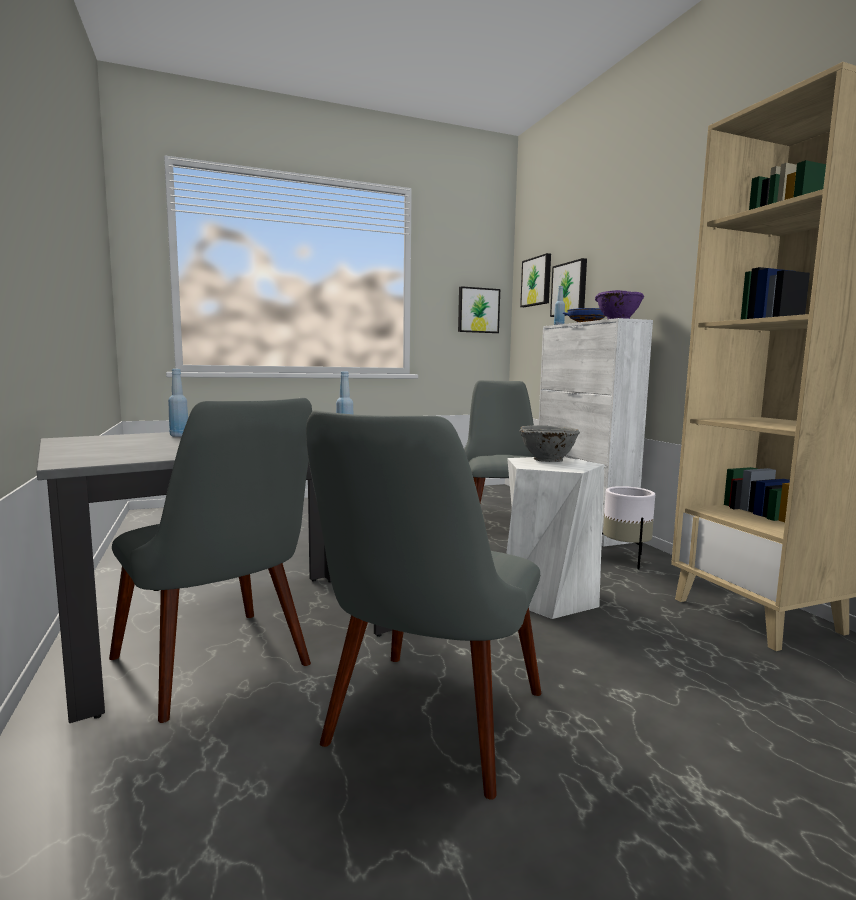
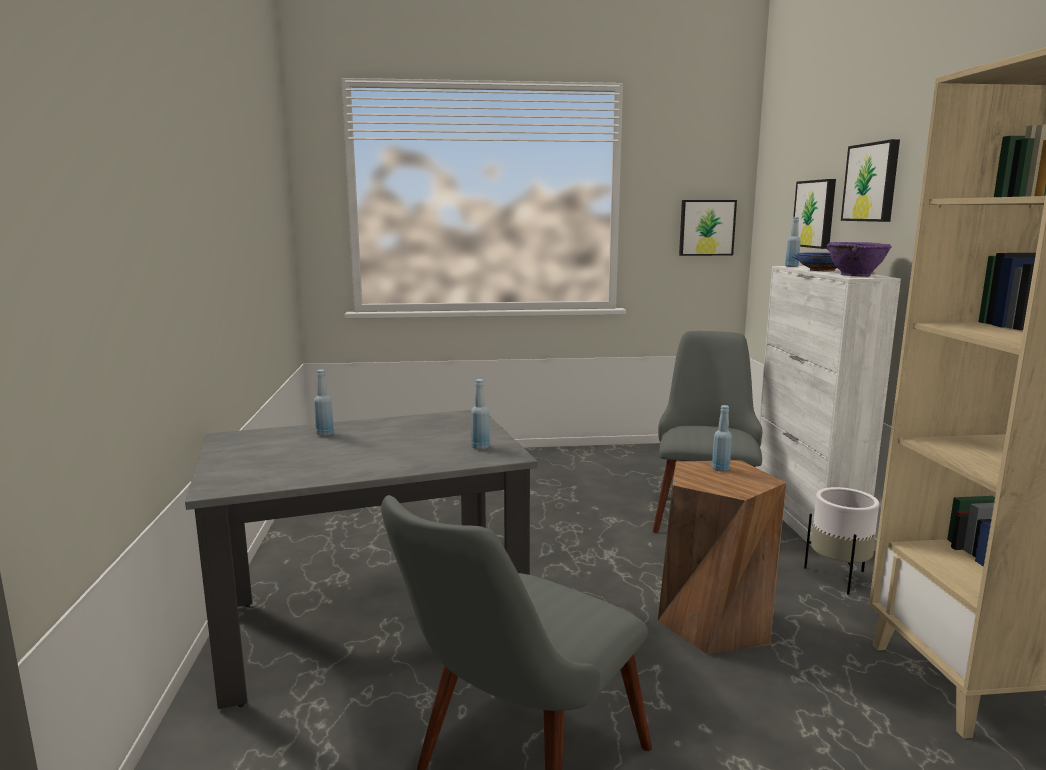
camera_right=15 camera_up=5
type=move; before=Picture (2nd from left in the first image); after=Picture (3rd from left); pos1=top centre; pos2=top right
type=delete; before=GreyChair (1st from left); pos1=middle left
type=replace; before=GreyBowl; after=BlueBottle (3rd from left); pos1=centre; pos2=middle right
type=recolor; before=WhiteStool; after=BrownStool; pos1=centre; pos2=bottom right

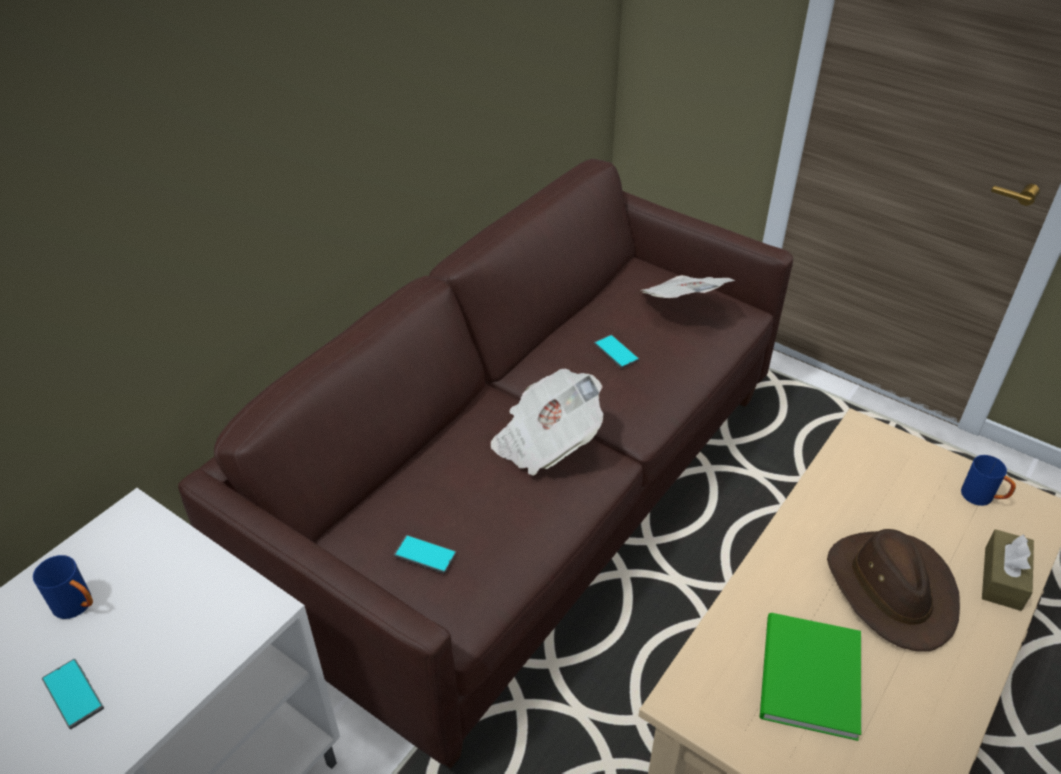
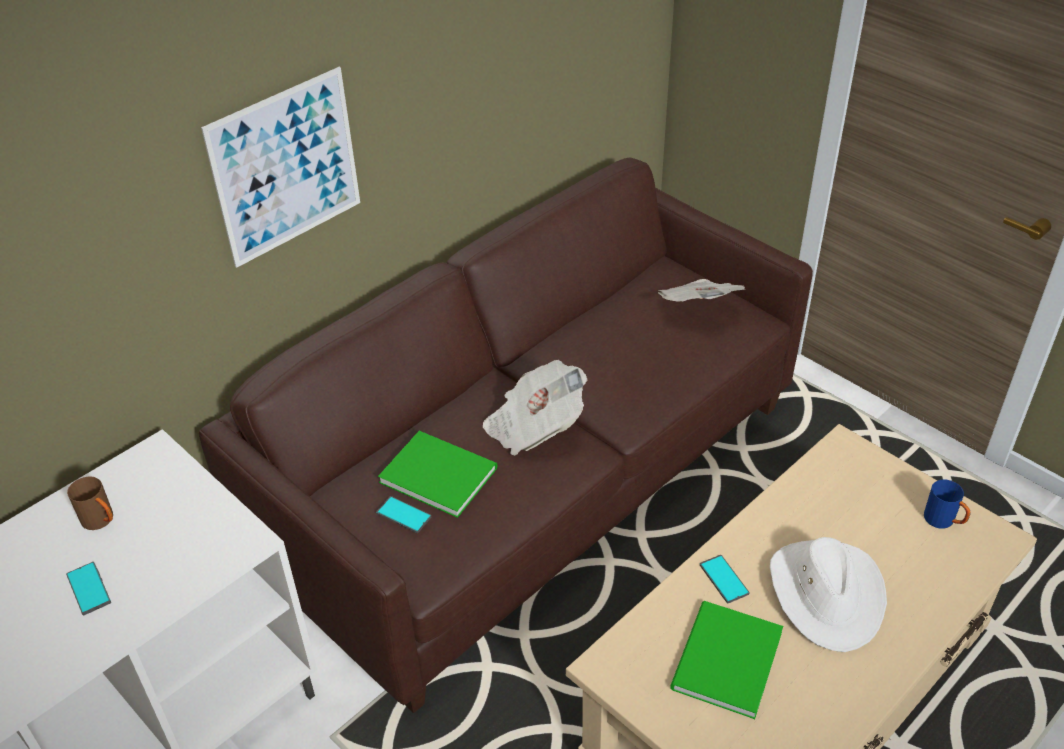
camera_right=10 camera_up=0
type=move; before=Phone (3rd from left); pos1=centre; pos2=bottom right
type=recolor; before=BrownHat; after=WhiteHat; pos1=bottom right; pos2=bottom right
type=delete; before=BrownTissueBox; pos1=bottom right
type=recolor; before=BlueMug (1st from left); after=BrownMug; pos1=bottom left; pos2=bottom left
type=insert; after=Picture; pos2=top left
type=insert; after=GreenBook (1st from left); pos2=centre

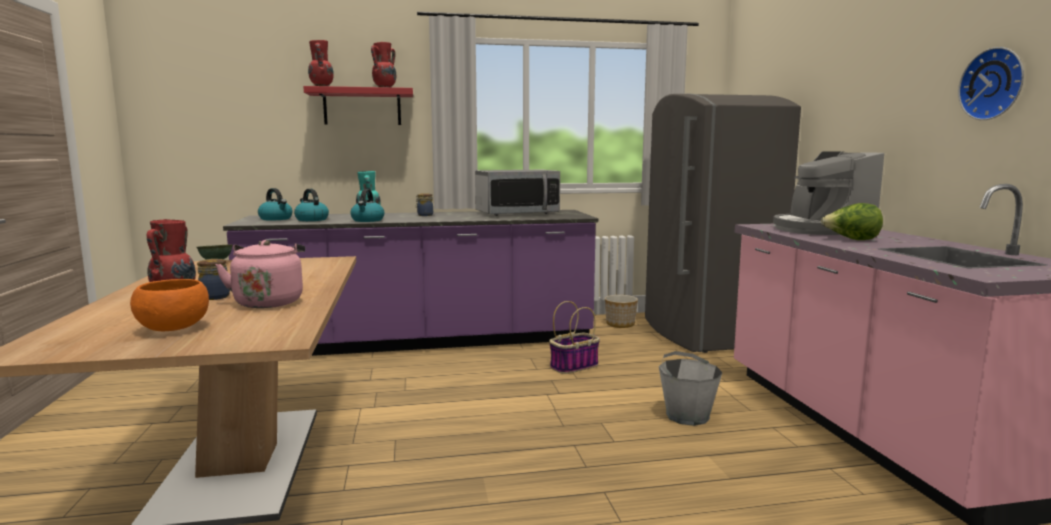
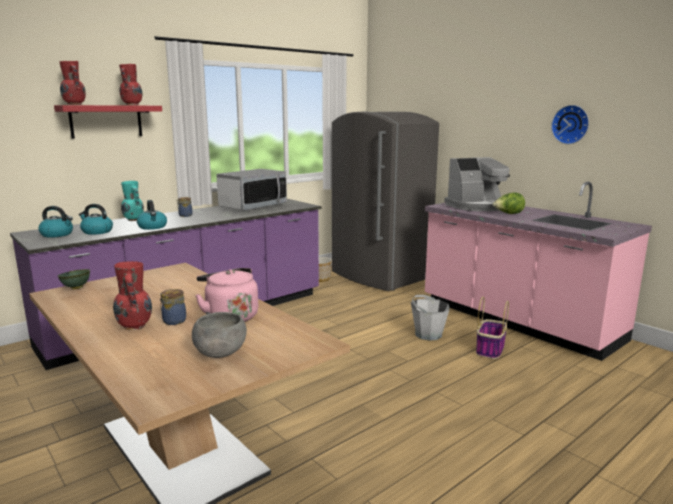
camera_right=-30 camera_up=5
type=rotate; before=CoffeeMachine; pos1=middle right; pos2=middle right; turn=-75
type=recolor; before=OrangeBowl; after=GreyBowl; pos1=middle left; pos2=middle left
type=move; before=Basket; pos1=centre; pos2=middle right

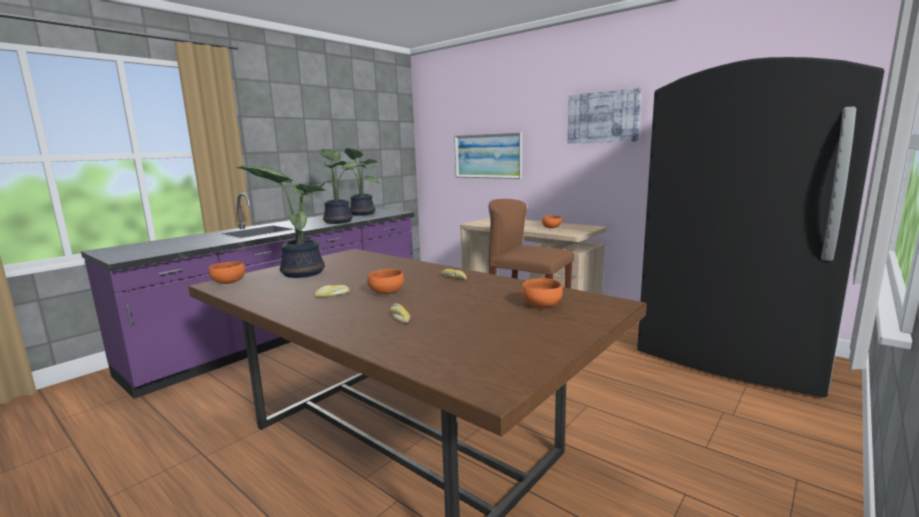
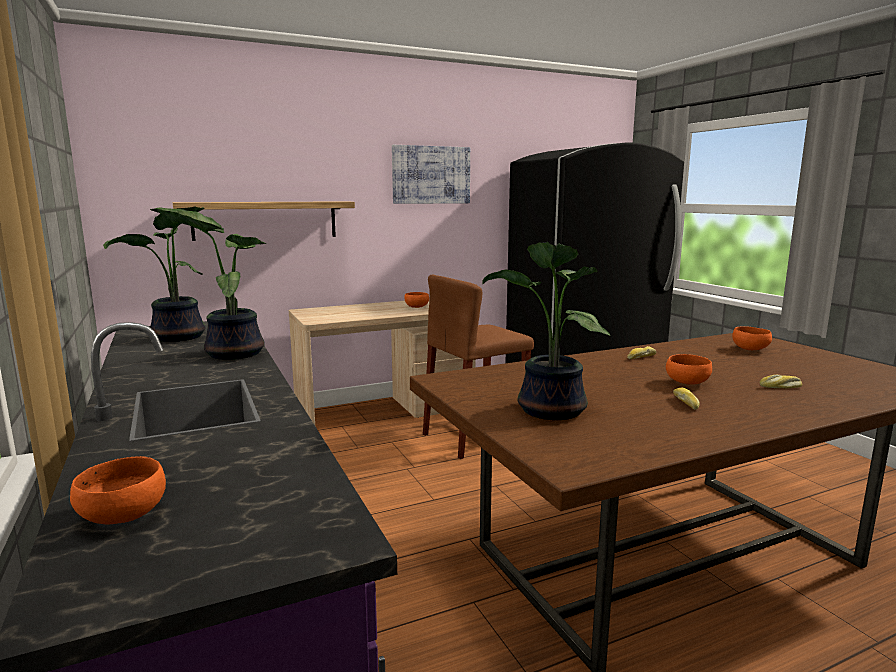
camera_right=-65 camera_up=0
type=replace; before=Picture (1st from left); after=Shelf; pos1=top centre; pos2=top left
type=move; before=OrangeBowl (1st from left); pos1=middle left; pos2=bottom left

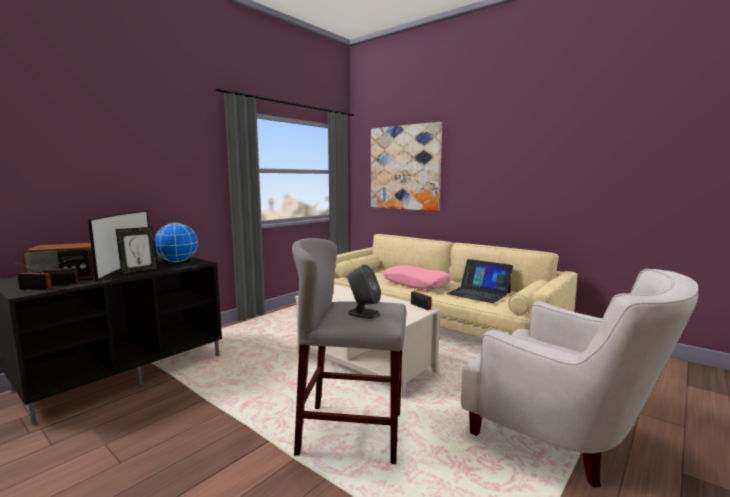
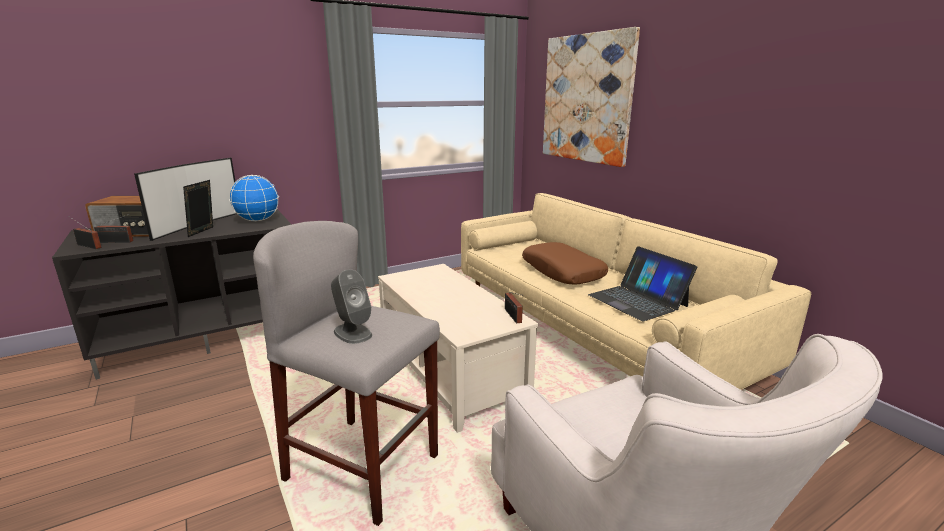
camera_right=20 camera_up=10
type=rotate; before=PictureFrame; pos1=middle left; pos2=middle left; turn=120
type=recolor; before=PinkPillow; after=BrownPillow; pos1=centre; pos2=centre

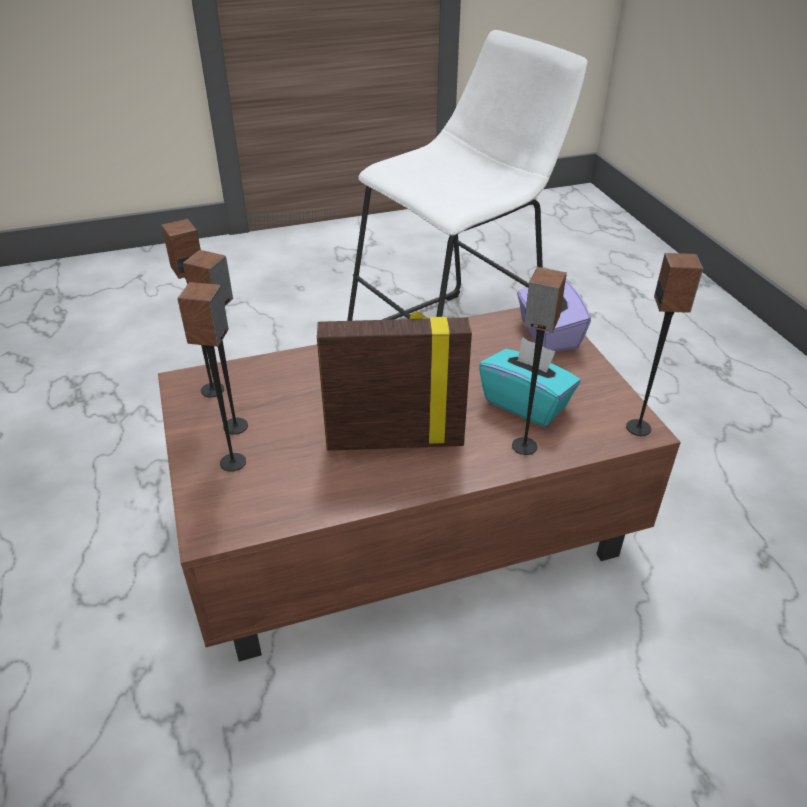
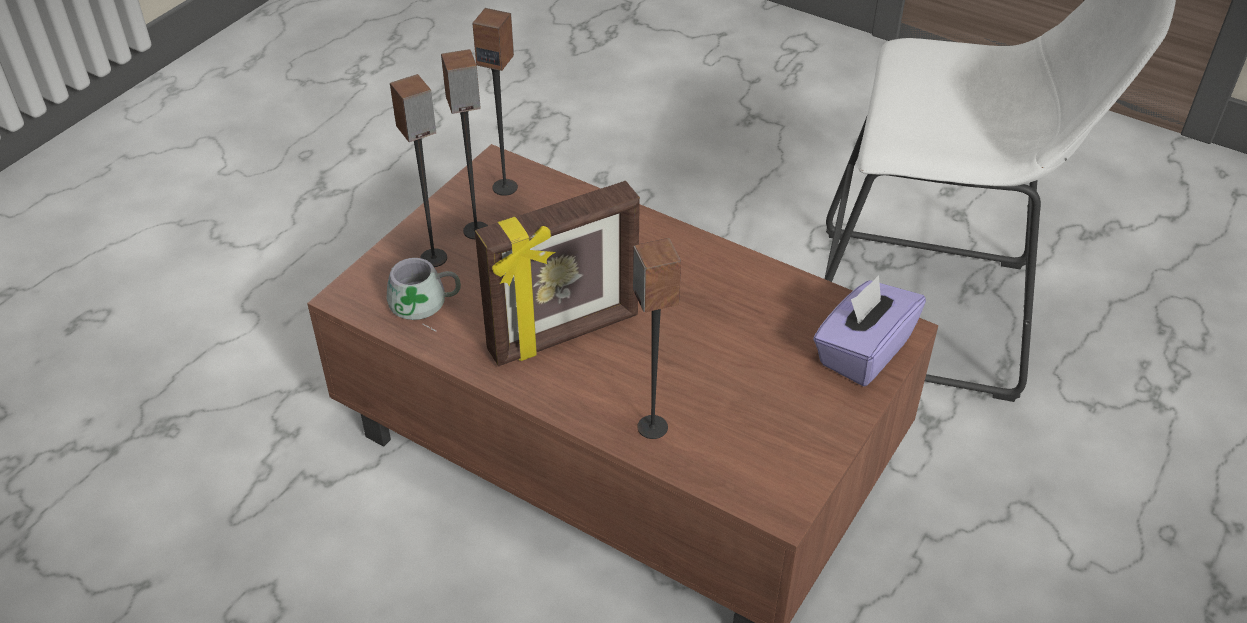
camera_right=50 camera_up=5
type=delete; before=Speaker (5th from left); pos1=middle right
type=rotate; before=PictureFrame; pos1=centre; pos2=centre; turn=105
type=delete; before=TurquoiseTissueBox; pos1=centre
type=insert; after=GreyMug; pos2=centre

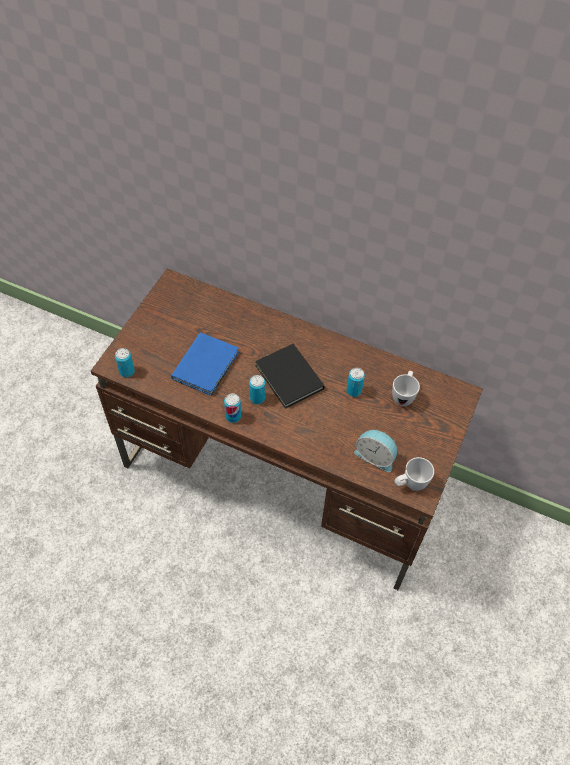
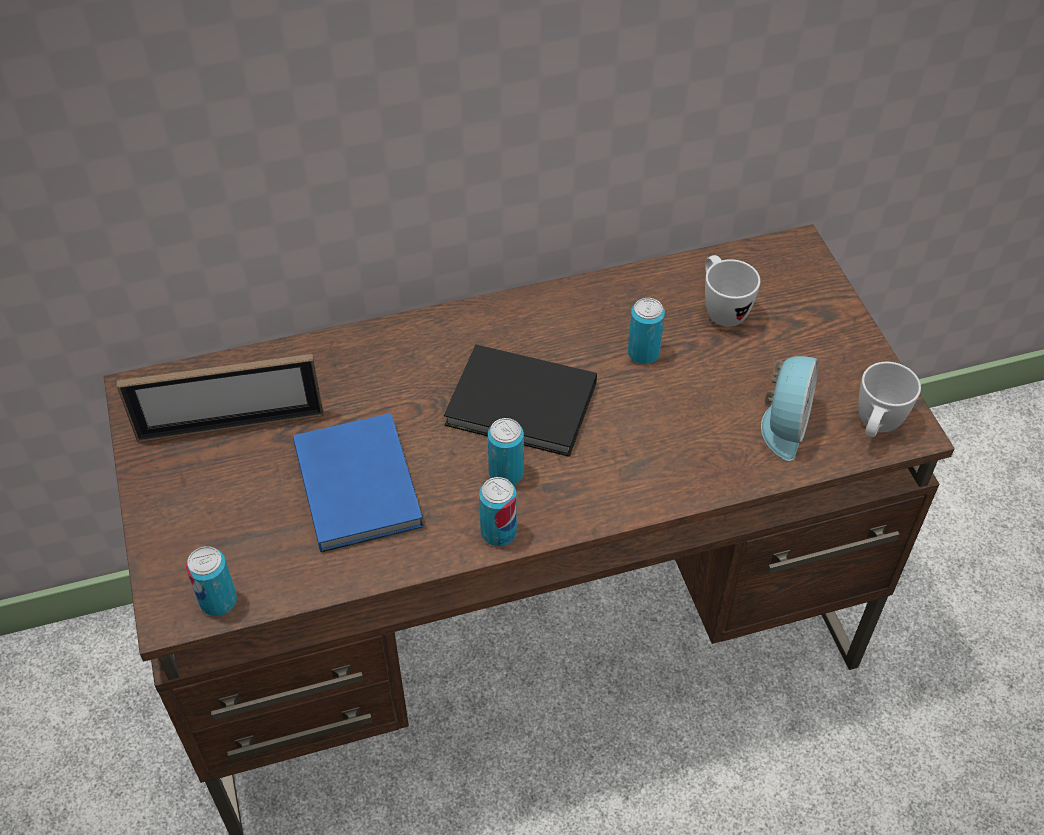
camera_right=-40 camera_up=-5
type=rotate; before=AlarmClock; pos1=centre; pos2=middle right; turn=-60
type=insert; after=PictureFrame; pos2=middle left

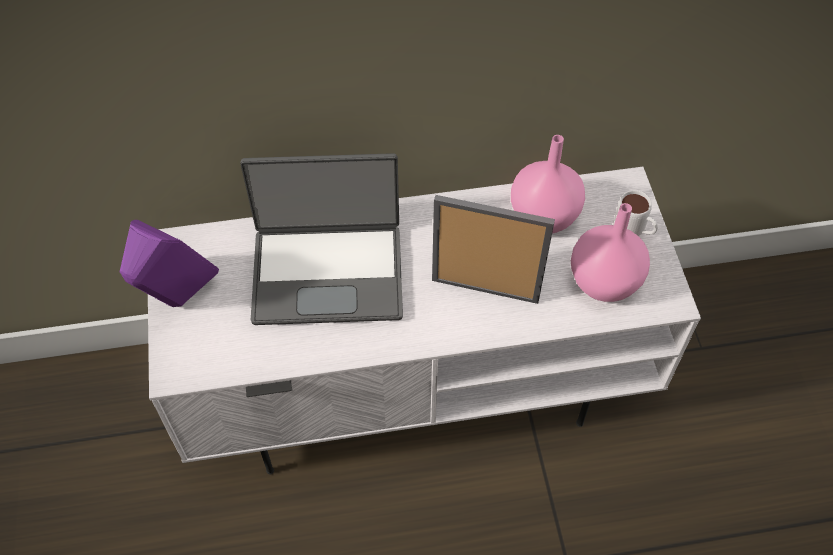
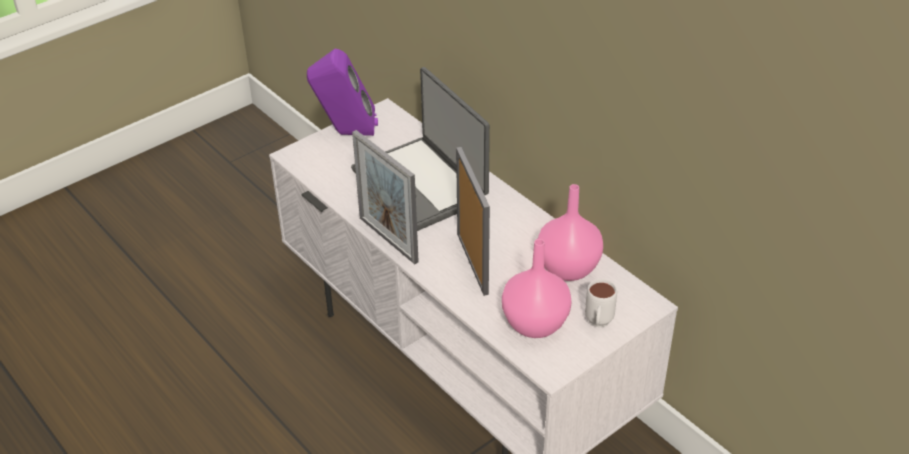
camera_right=60 camera_up=-15
type=insert; after=PictureFrame (1st from left); pos2=centre

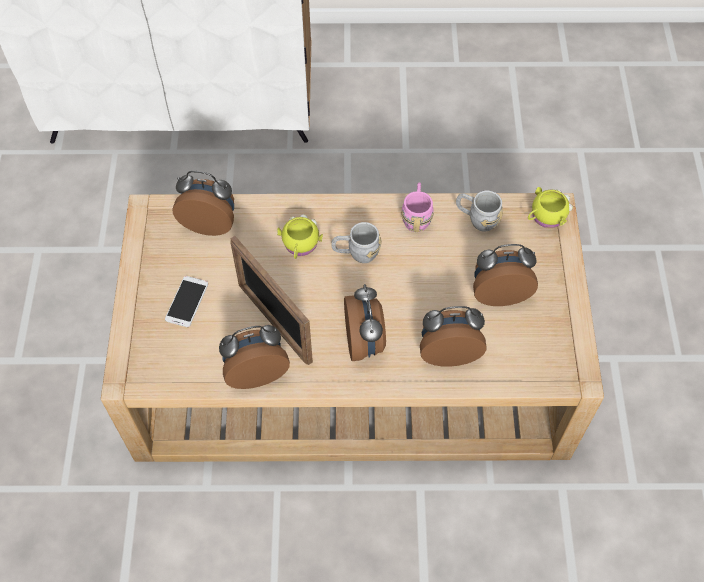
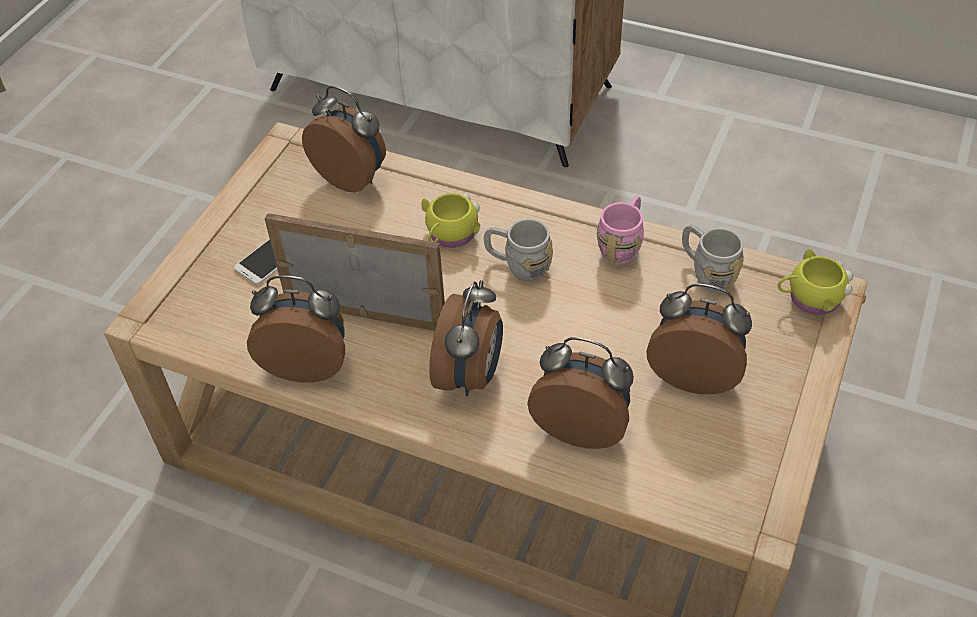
camera_right=25 camera_up=-10
type=rotate; before=PictureFrame; pos1=centre; pos2=centre; turn=120

